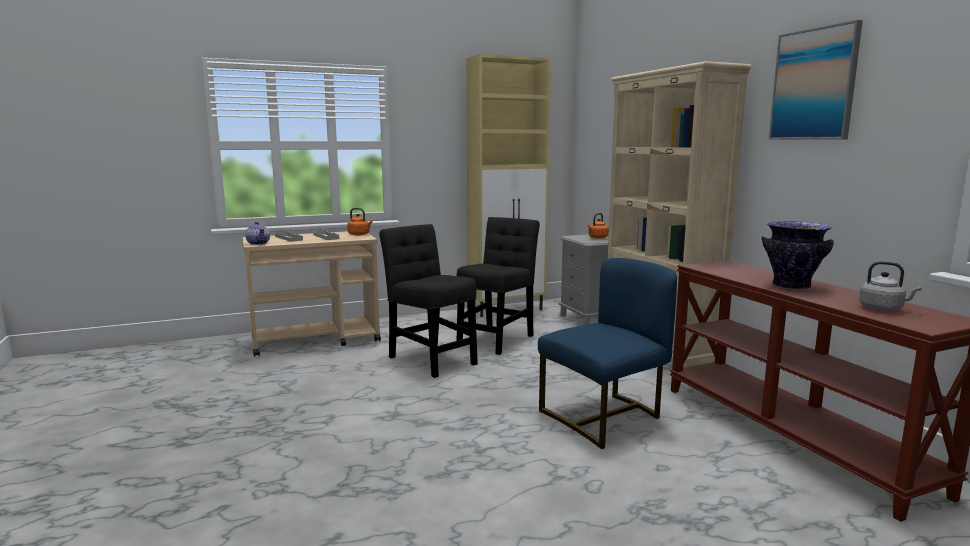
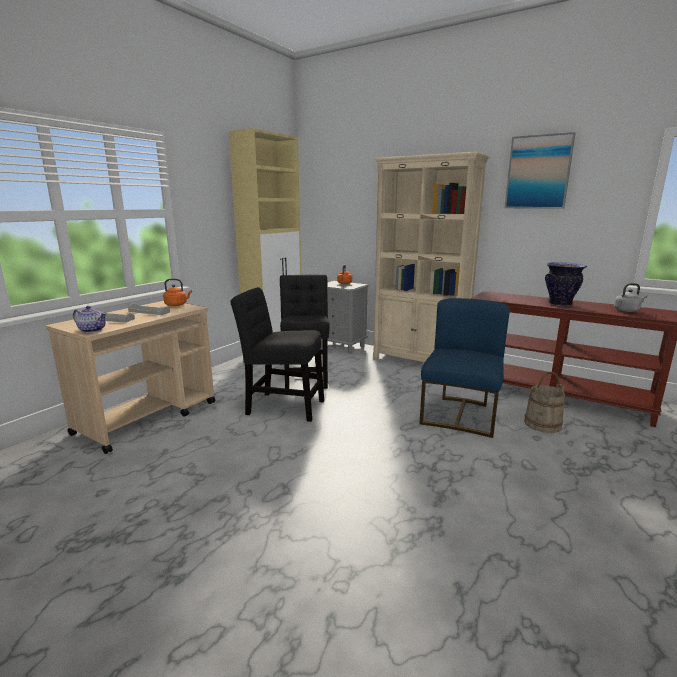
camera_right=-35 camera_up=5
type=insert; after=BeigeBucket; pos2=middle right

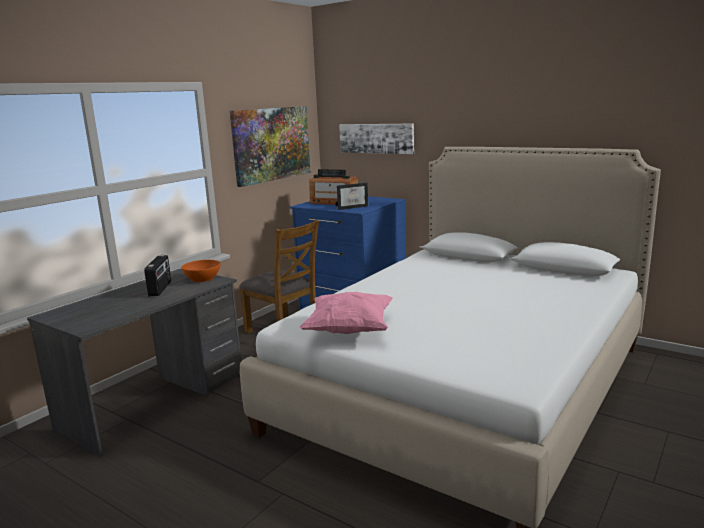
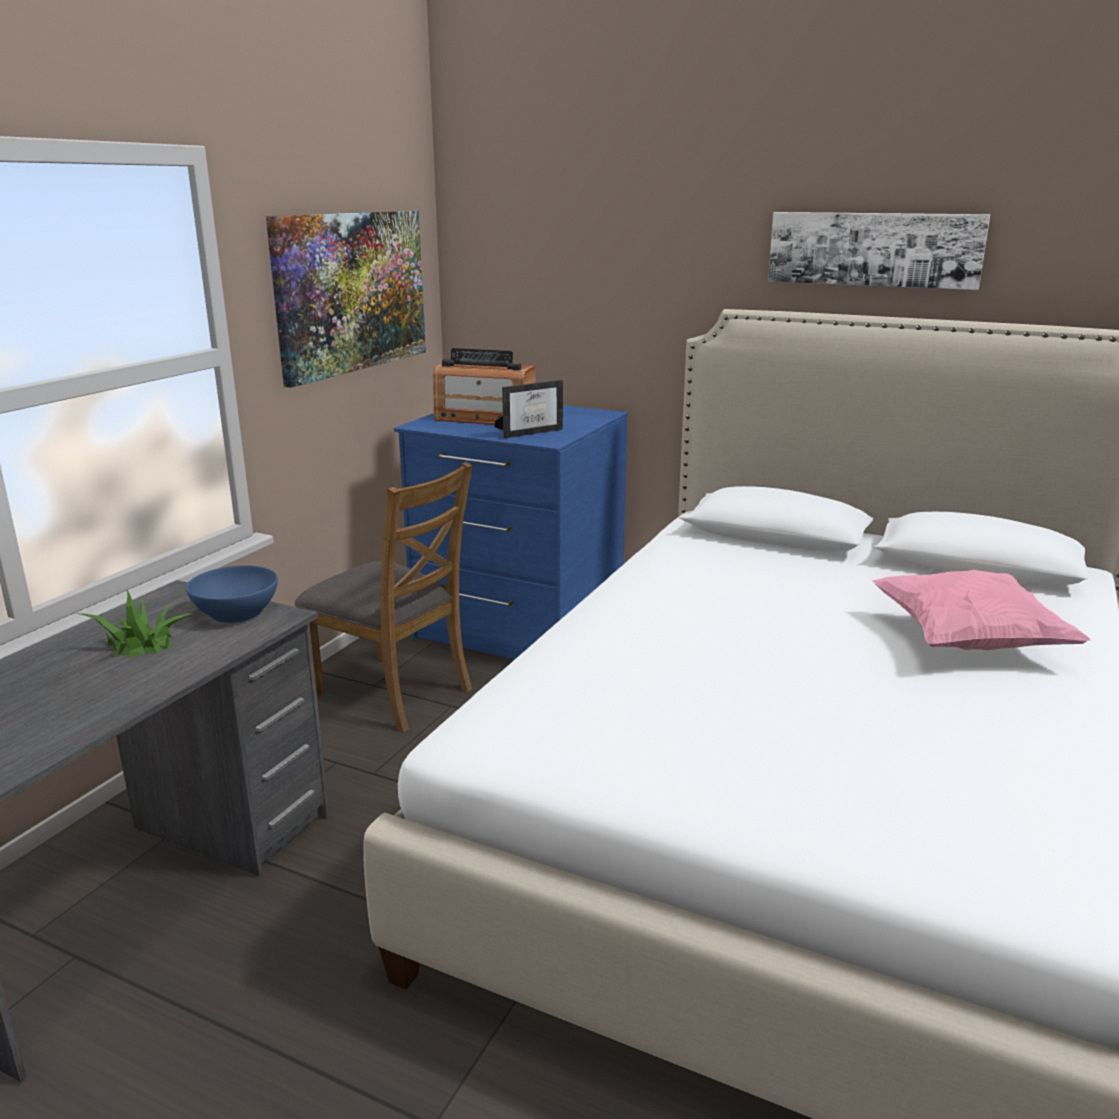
camera_right=-10 camera_up=5
type=move; before=Picture (2nd from left); pos1=top centre; pos2=top right
type=replace; before=Radio (1st from left); after=PottedPlant; pos1=middle left; pos2=middle left
type=recolor; before=OrangeBowl; after=BlueBowl; pos1=middle left; pos2=middle left
type=move; before=PinkPillow; pos1=centre; pos2=middle right

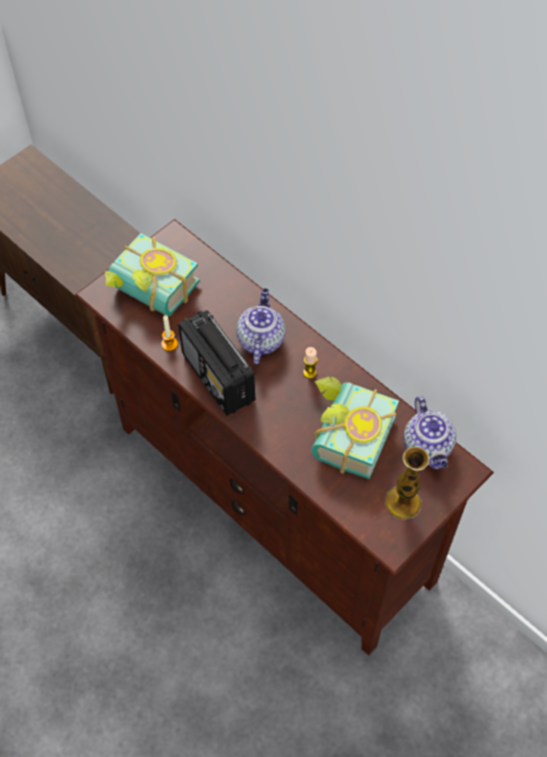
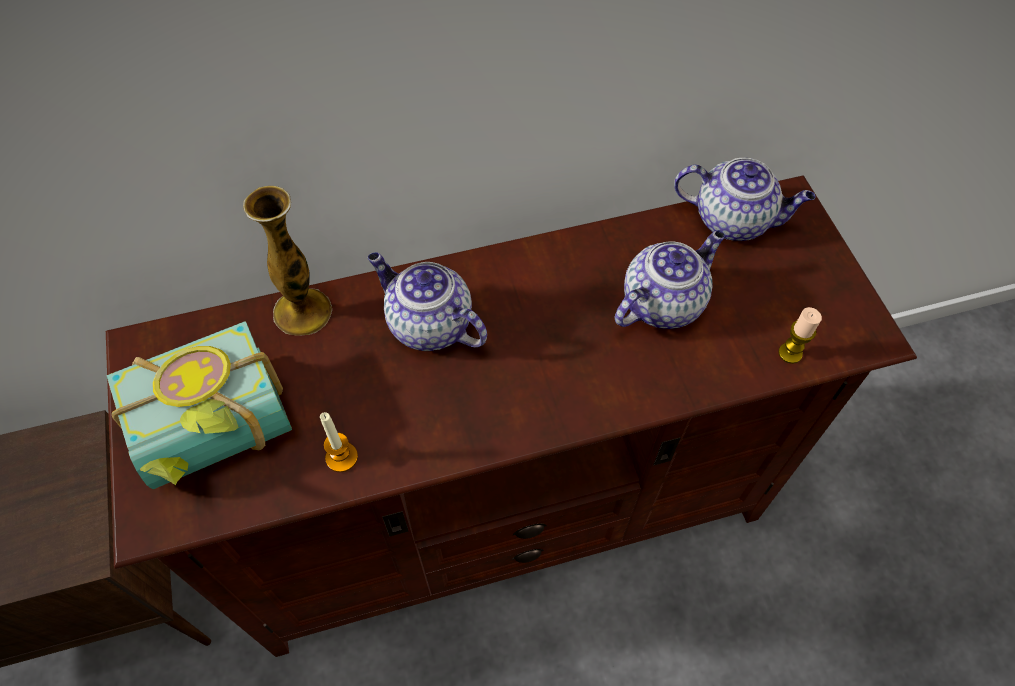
camera_right=-60 camera_up=0
type=delete; before=Radio; pos1=centre
type=move; before=Candle (2nd from left); pos1=centre; pos2=middle right
type=replace; before=Book (2nd from left); after=Teapot (2nd from left); pos1=centre; pos2=centre
type=move; before=Vase; pos1=middle right; pos2=middle left

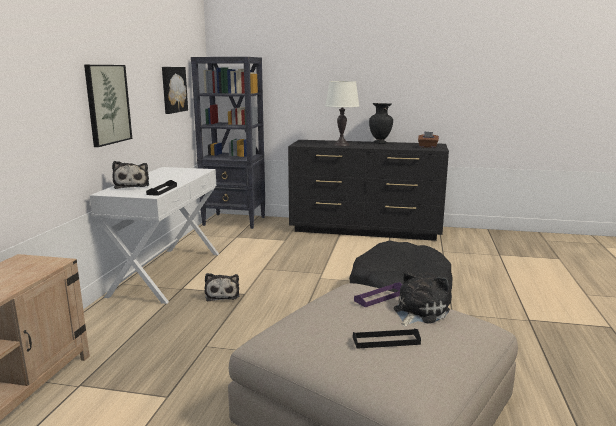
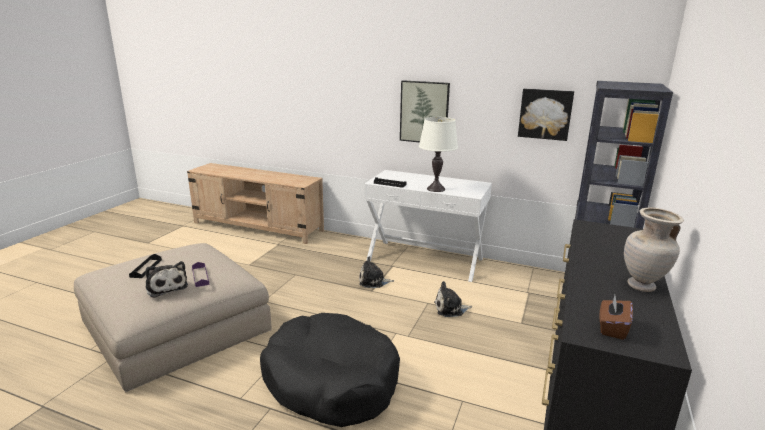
camera_right=100 camera_up=5
type=move; before=WhiteTableLamp; pos1=top centre; pos2=centre
type=recolor; before=BlackVase; after=BeigeVase; pos1=top centre; pos2=middle right
type=move; before=PlushToy (1st from left in the first image); after=PlushToy (3rd from left); pos1=middle left; pos2=bottom centre

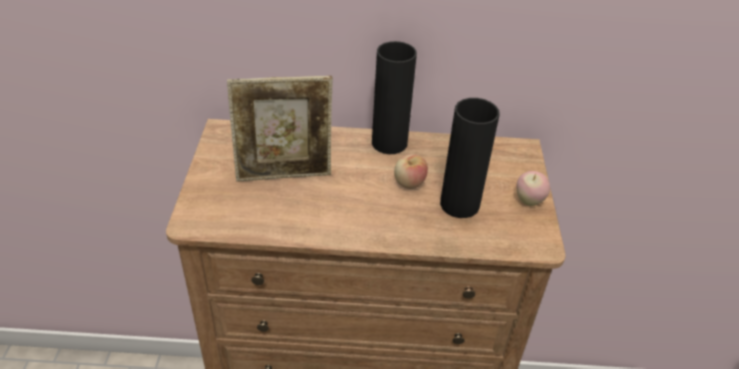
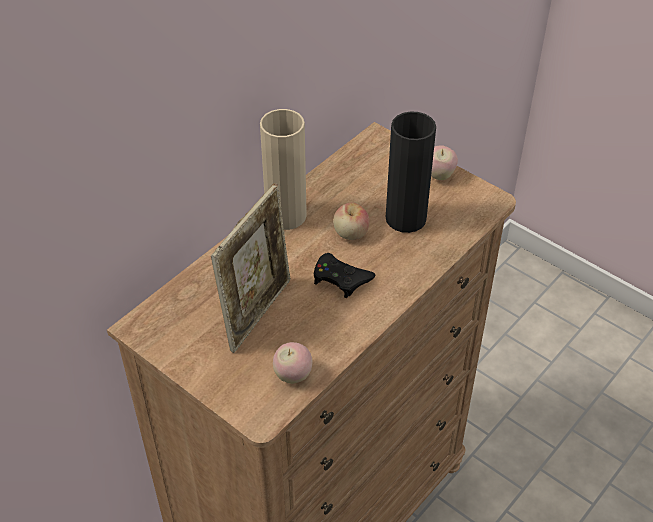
camera_right=-50 camera_up=5
type=recolor; before=BlackVase (1st from left); after=BeigeVase; pos1=top centre; pos2=top centre
type=insert; after=BlackGameController; pos2=centre
type=insert; after=Apple (1st from left); pos2=bottom centre

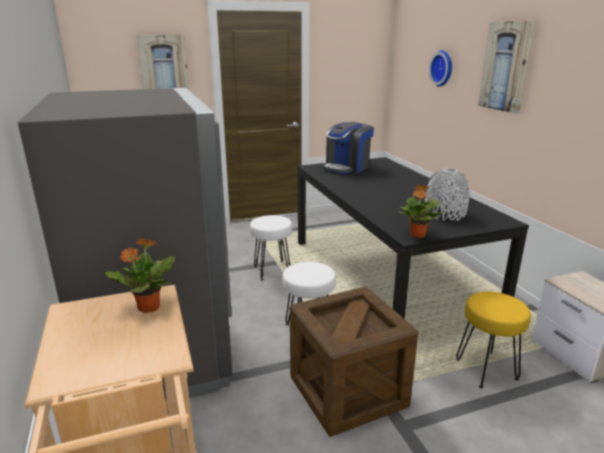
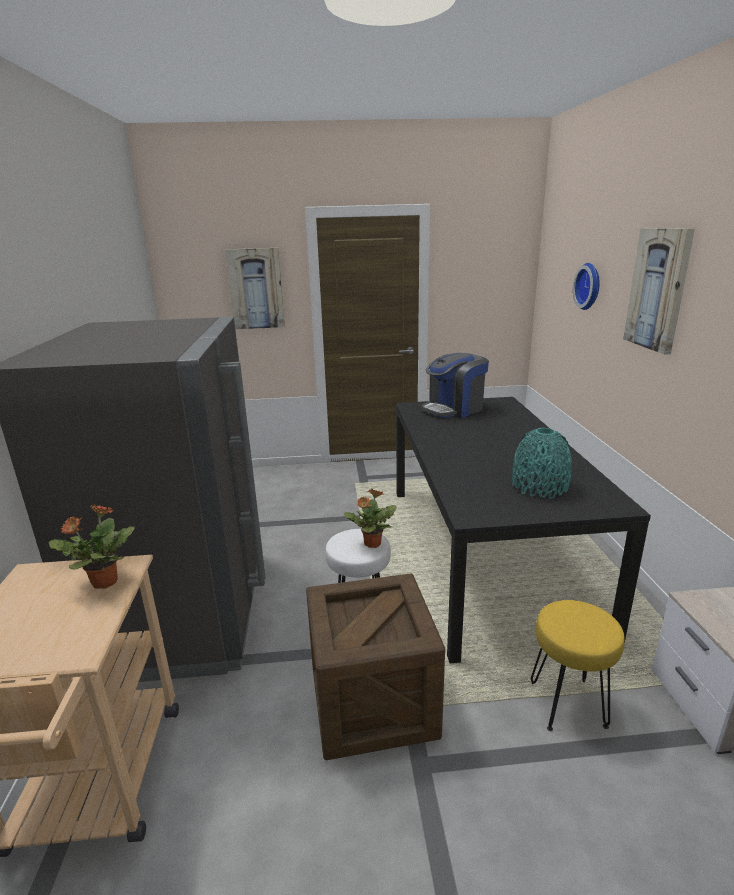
camera_right=15 camera_up=0
type=recolor; before=GreyVase; after=TurquoiseVase; pos1=middle right; pos2=middle right
type=move; before=PottedPlant (2nd from left); pos1=middle right; pos2=centre
type=delete; before=WhiteStool (1st from left); pos1=centre

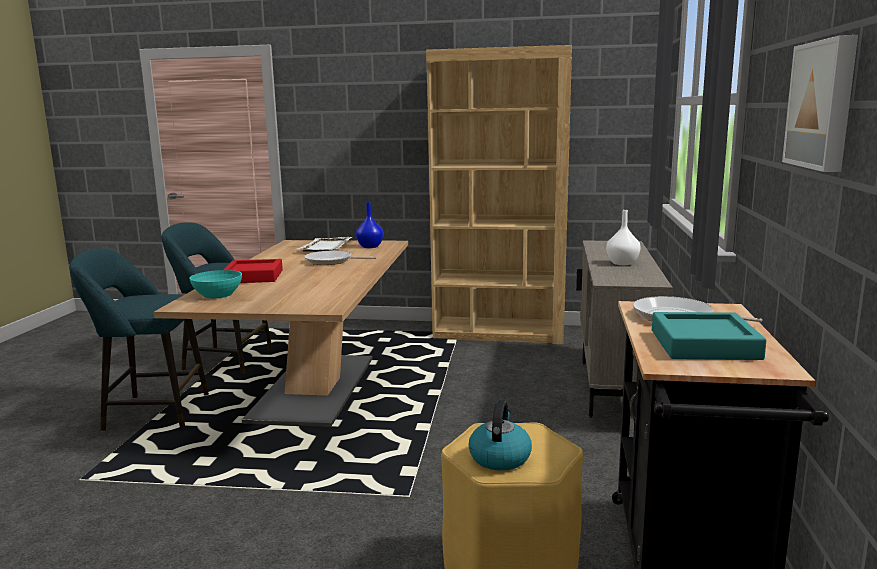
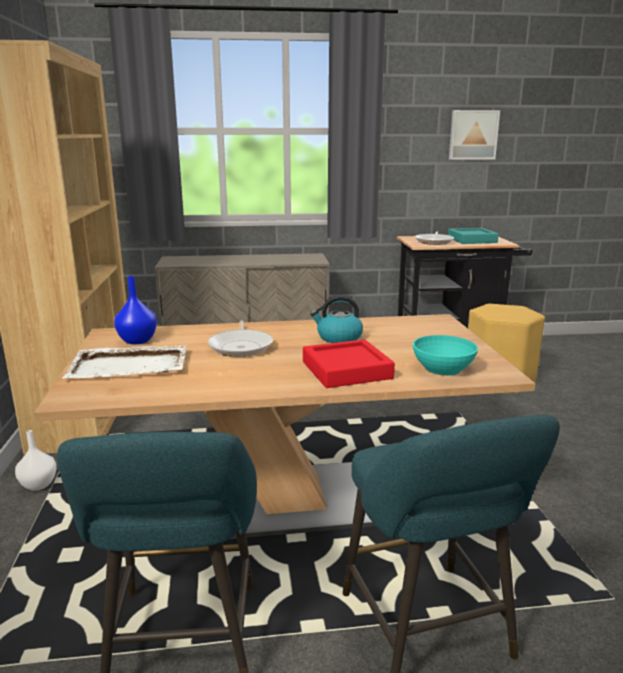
camera_right=-105 camera_up=5
type=move; before=WhiteVase; pos1=middle right; pos2=bottom left
type=move; before=Kettle; pos1=bottom centre; pos2=centre

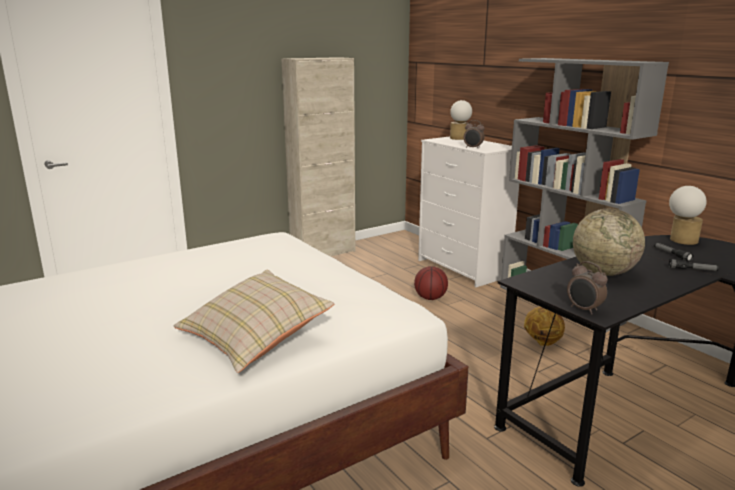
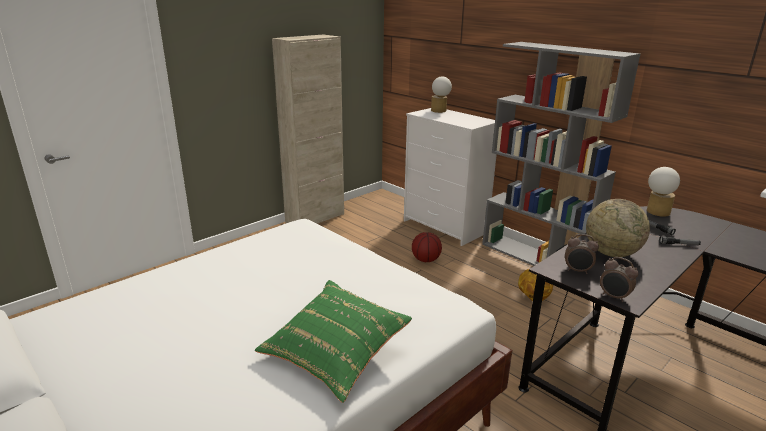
camera_right=-10 camera_up=5
type=move; before=AlarmClock (1st from left); pos1=top centre; pos2=middle right
type=recolor; before=BeigePillow; after=GreenPillow; pos1=centre; pos2=bottom centre

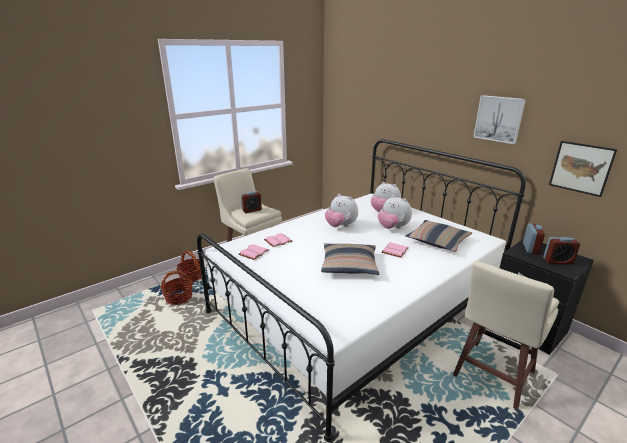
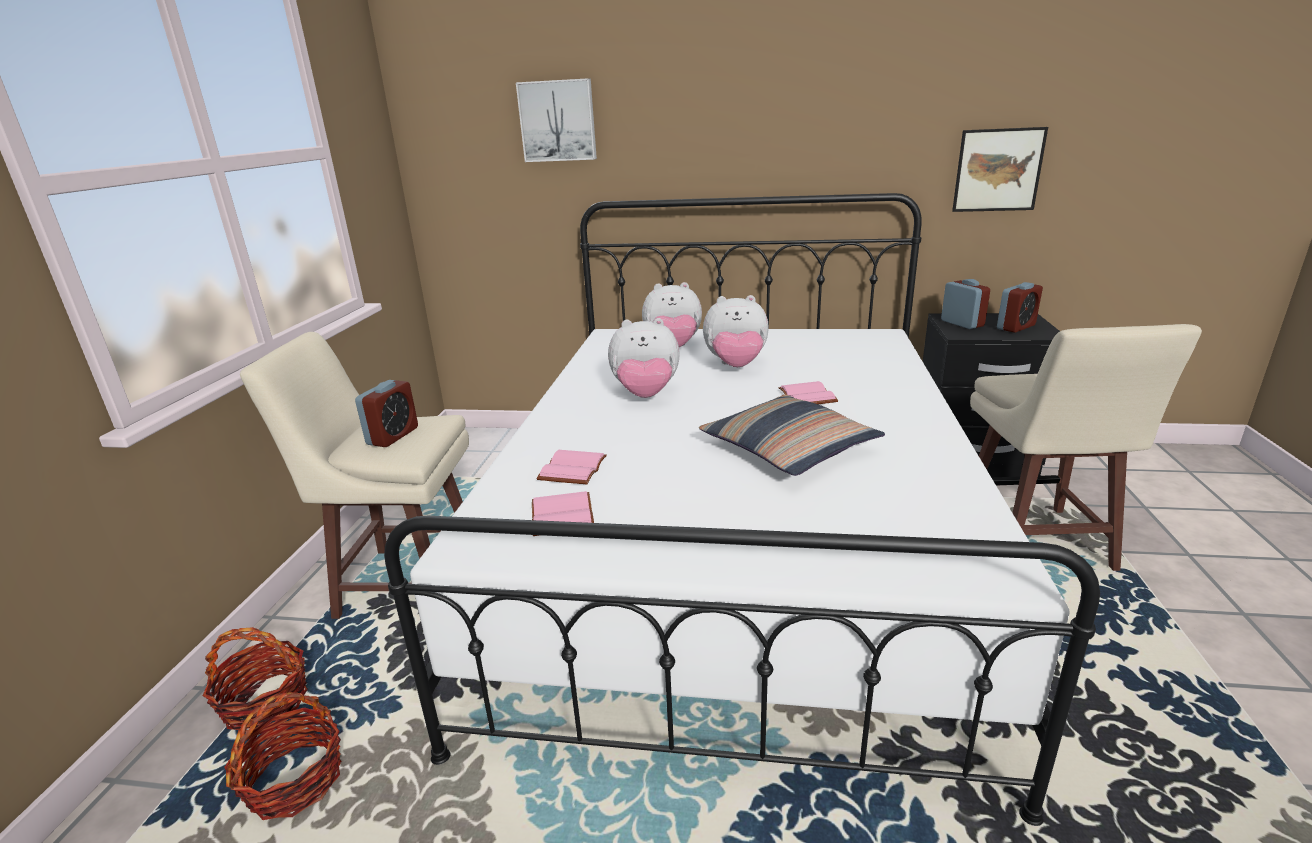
camera_right=-40 camera_up=0
type=move; before=Picture (1st from left); pos1=top right; pos2=top centre
type=delete; before=Pillow (2nd from left); pos1=middle right

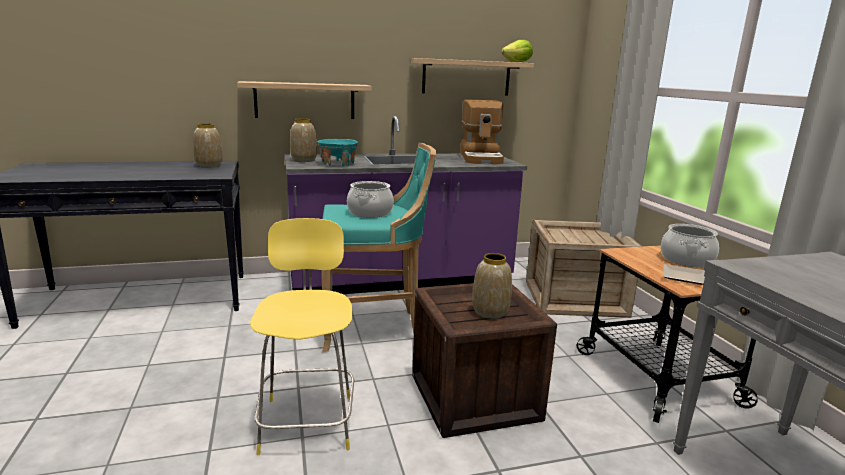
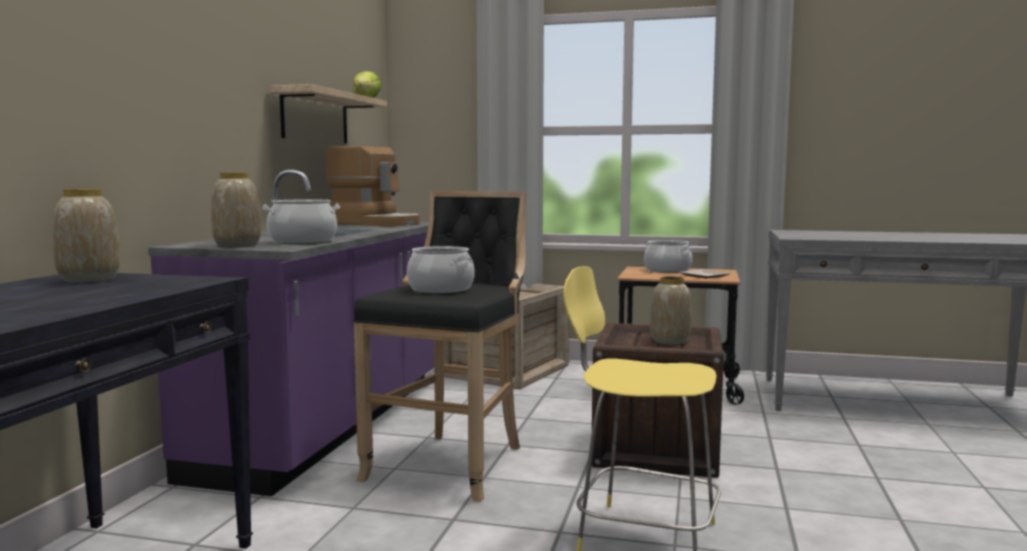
camera_right=-60 camera_up=-10
type=delete; before=Shelf (1st from left); pos1=top centre
type=replace; before=TurquoiseBowl; after=CookingPot (1st from left); pos1=top centre; pos2=middle left
type=recolor; before=TurquoiseStool; after=BlackStool; pos1=centre; pos2=centre

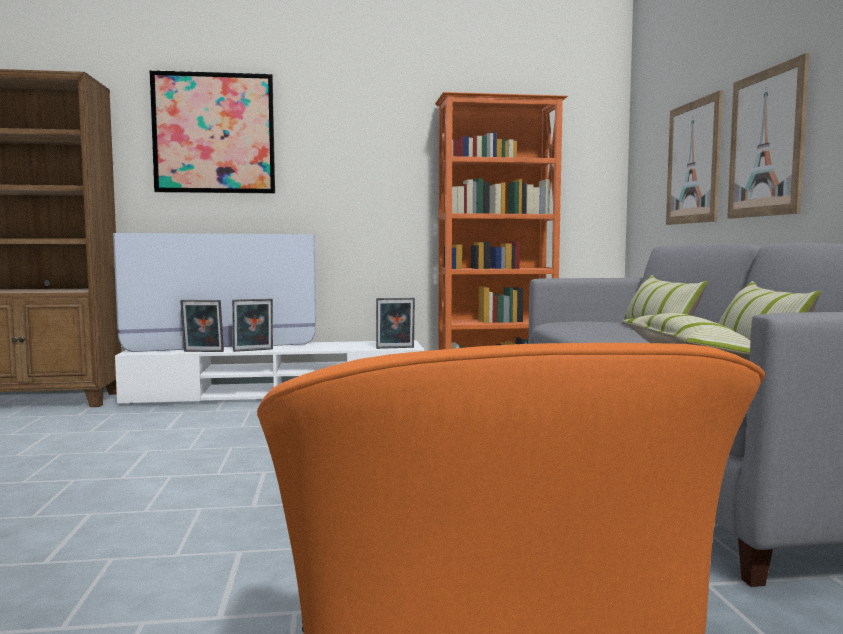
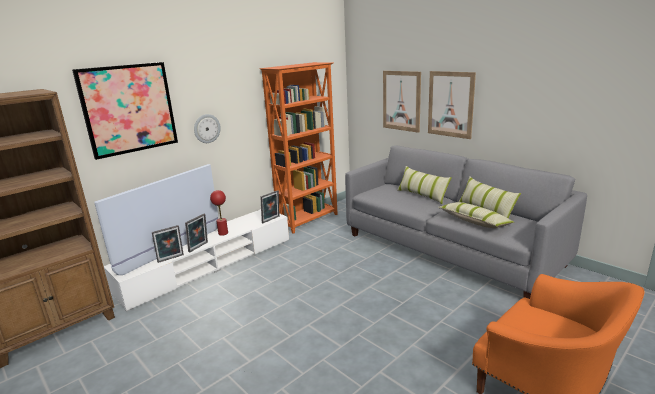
camera_right=-35 camera_up=15
type=insert; after=WallClock; pos2=top left
type=insert; after=RedTableLamp; pos2=centre

